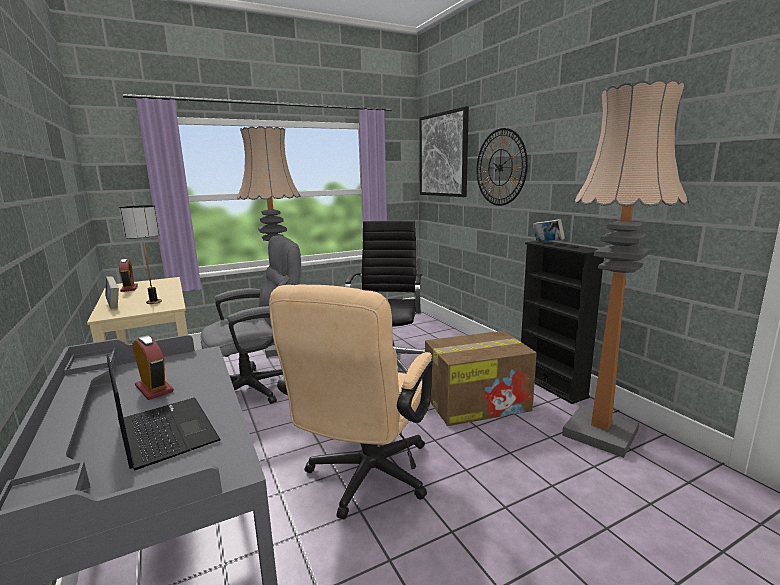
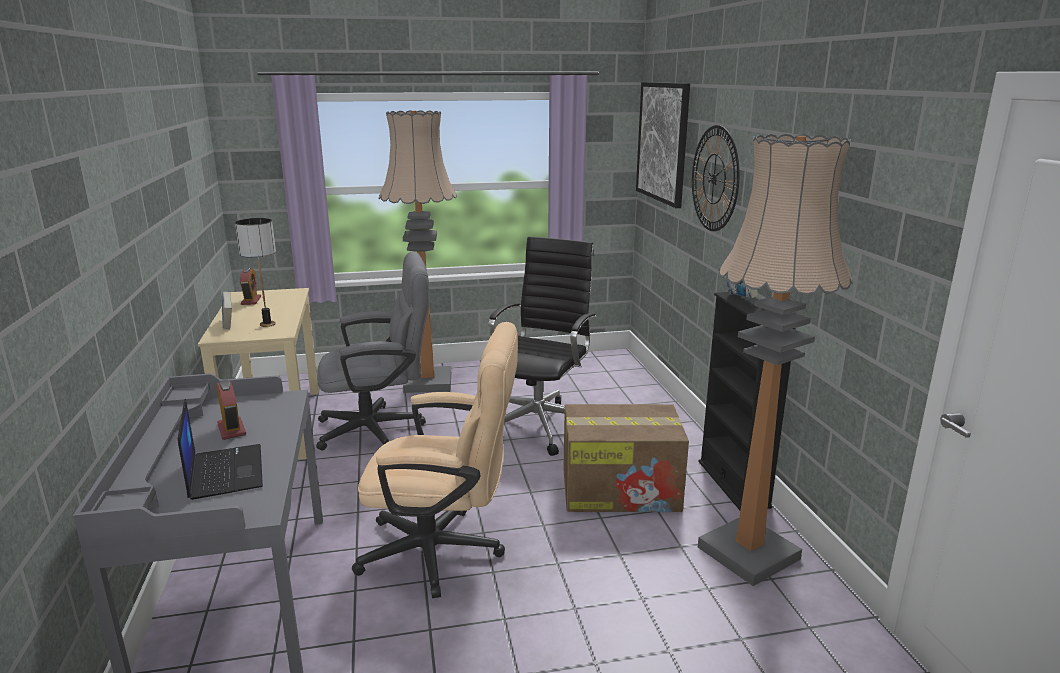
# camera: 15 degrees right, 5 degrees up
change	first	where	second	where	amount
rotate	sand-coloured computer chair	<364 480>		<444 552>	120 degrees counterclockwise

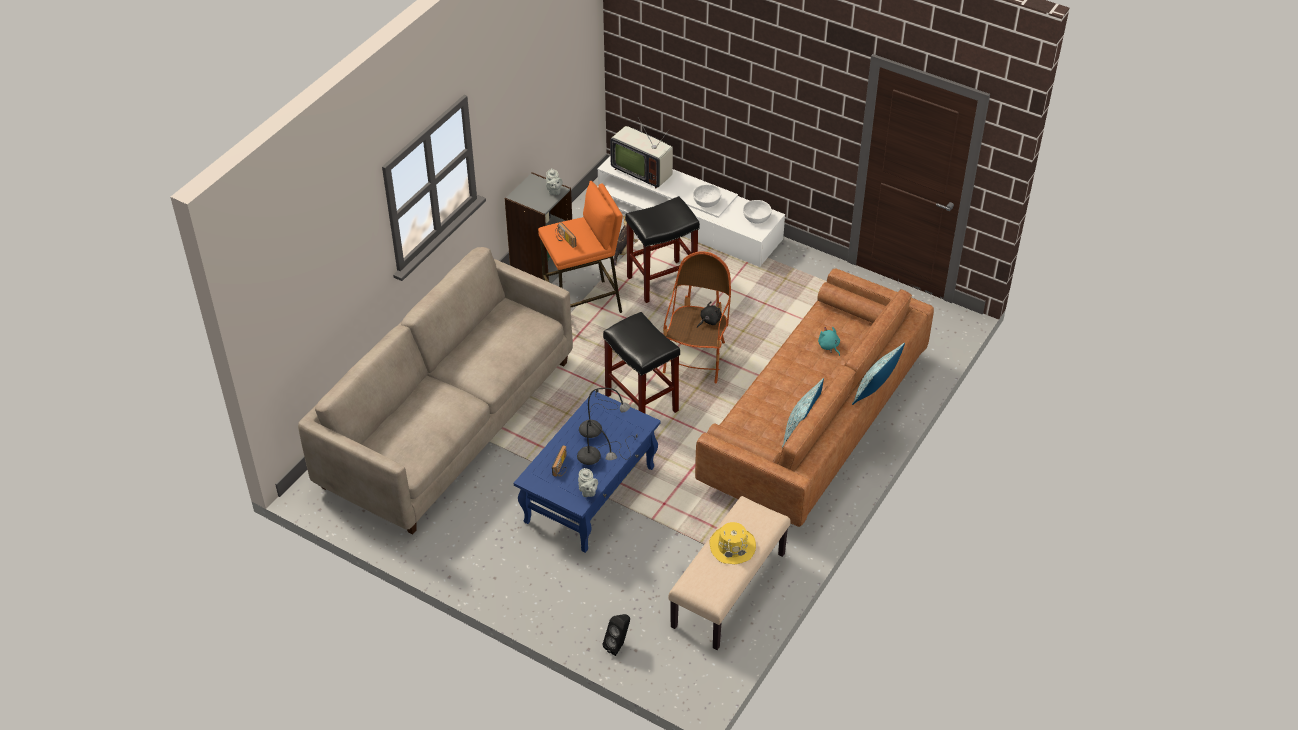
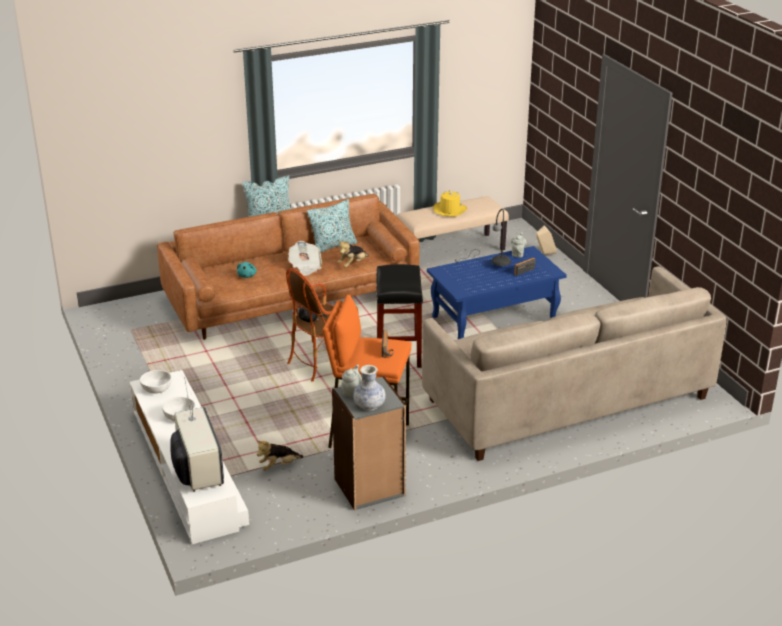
# camera: 145 degrees left, 15 degrees down
change	first	where	second	where	amount
insert			daily paper	<305 267>	
insert			cuddly toy	<352 264>	
insert			decorative vase	<369 405>	
recolor	black-coloured speaker	<618 645>	sand-coloured speaker	<544 254>	
delete	gray tabletop lamp	<599 426>			
delete	black-coloured stool	<662 281>			

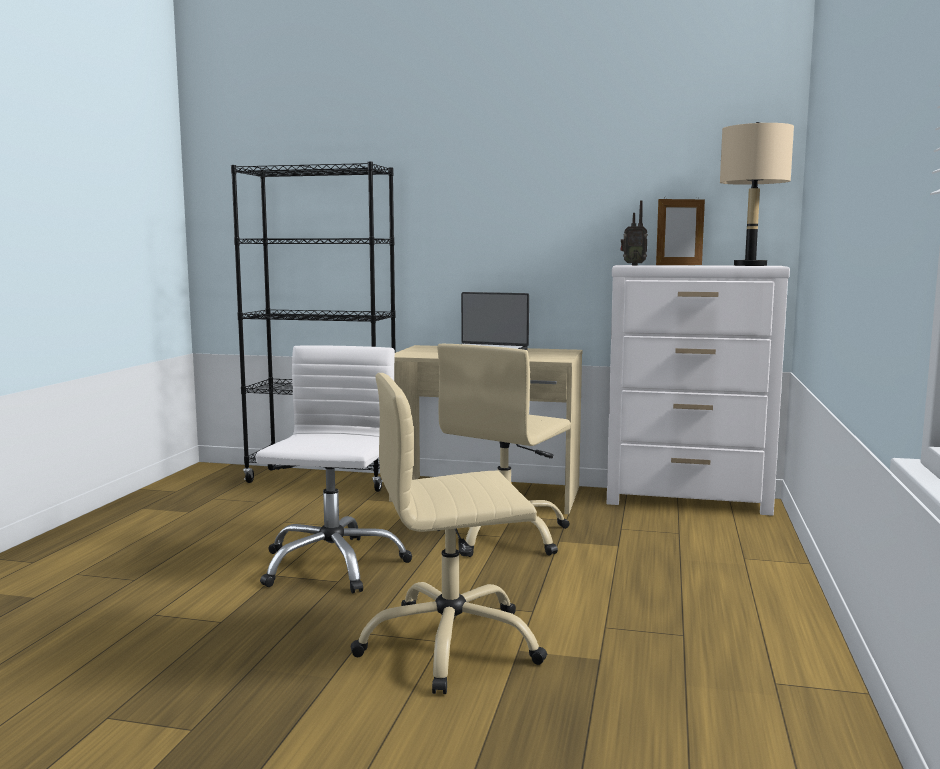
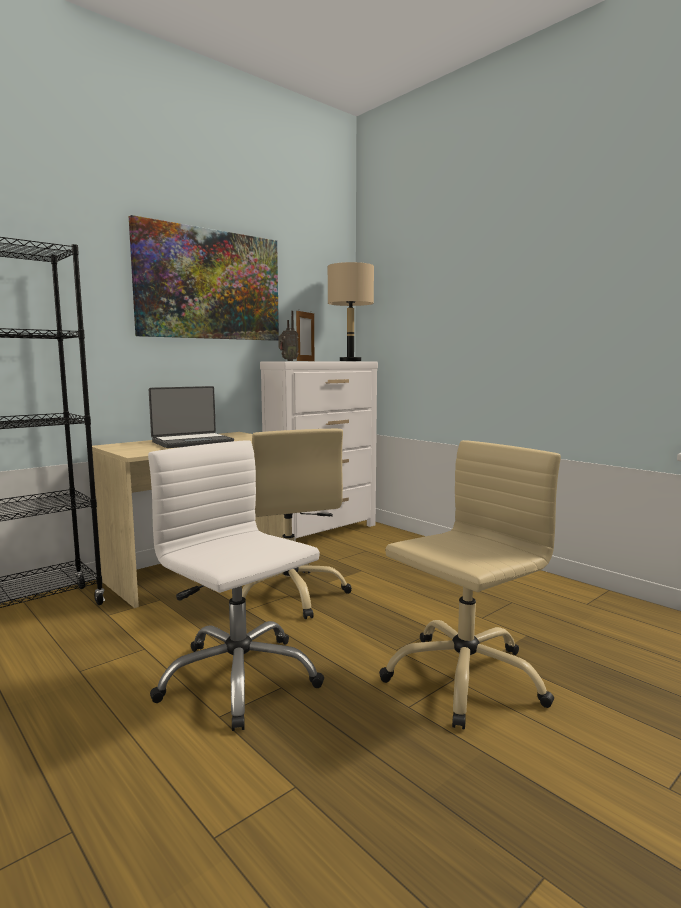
# camera: 55 degrees left, 0 degrees up
change	first	where	second	where	amount
insert			picture	<209 285>	
rotate	sand-coloured computer chair	<450 645>		<464 677>	150 degrees counterclockwise

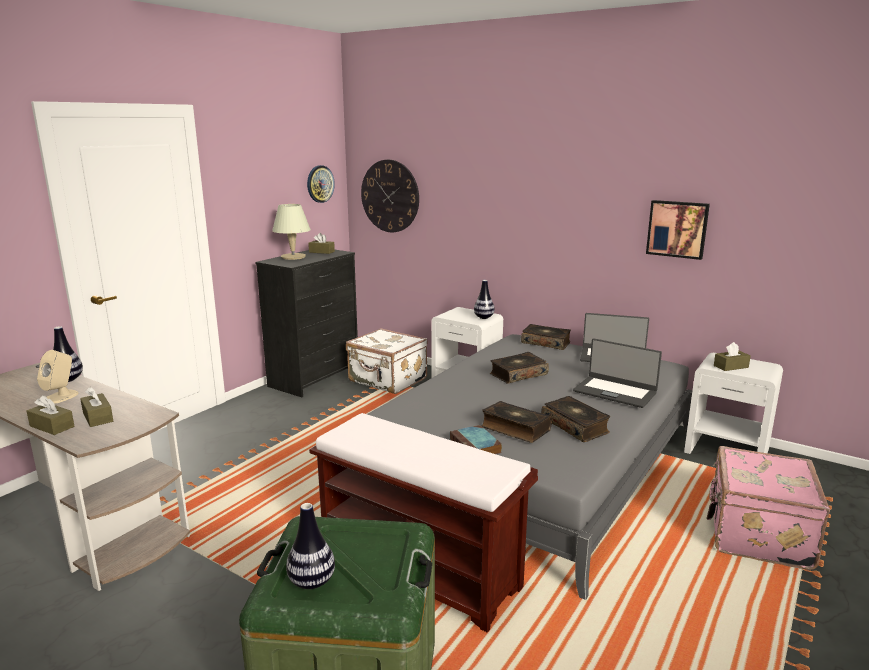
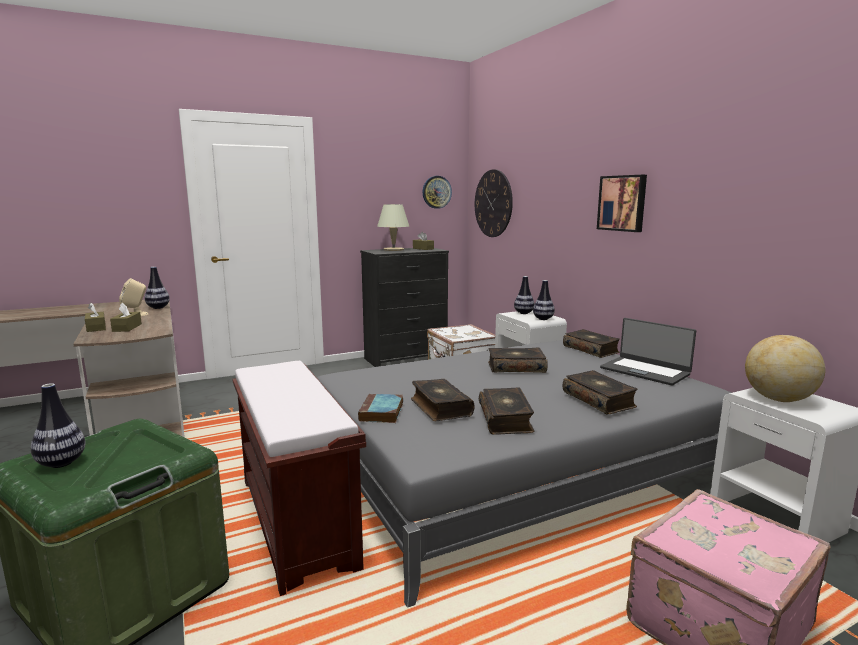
# camera: 30 degrees right, 5 degrees down
change	first	where	second	where	amount
insert			decorative vase	<523 313>	
replace	portable computer	<615 392>	book	<599 400>	
move	picture	<677 229>		<622 203>	
replace	brown-coloured box of tissues	<731 366>	world globe	<778 399>	

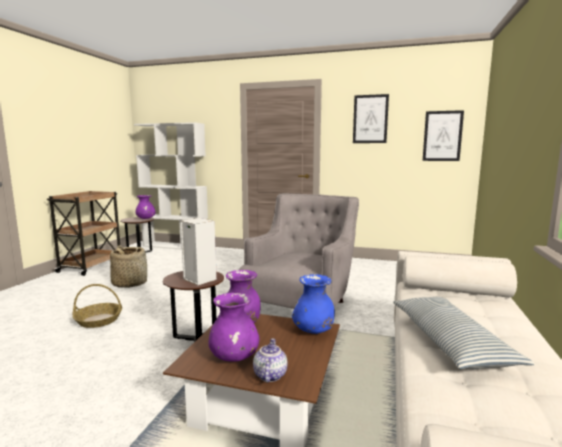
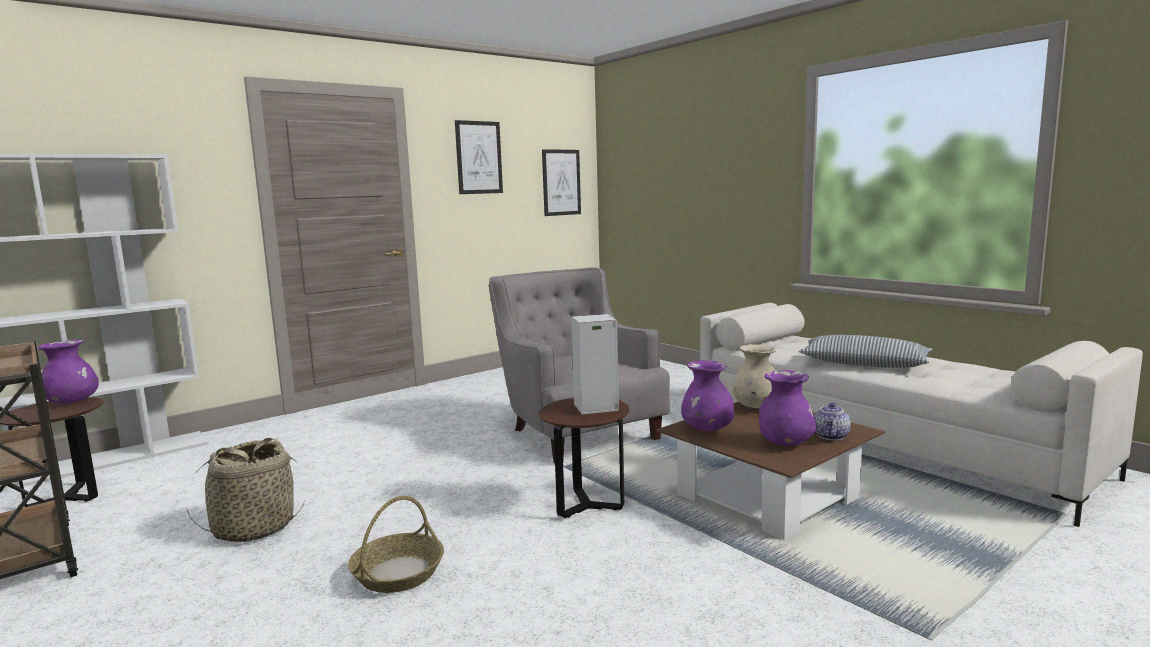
# camera: 55 degrees left, 0 degrees up
change	first	where	second	where	amount
recolor	blue decorative vase	<313 330>	sand-coloured decorative vase	<757 407>	
rotate	teapot	<269 375>		<832 436>	105 degrees counterclockwise

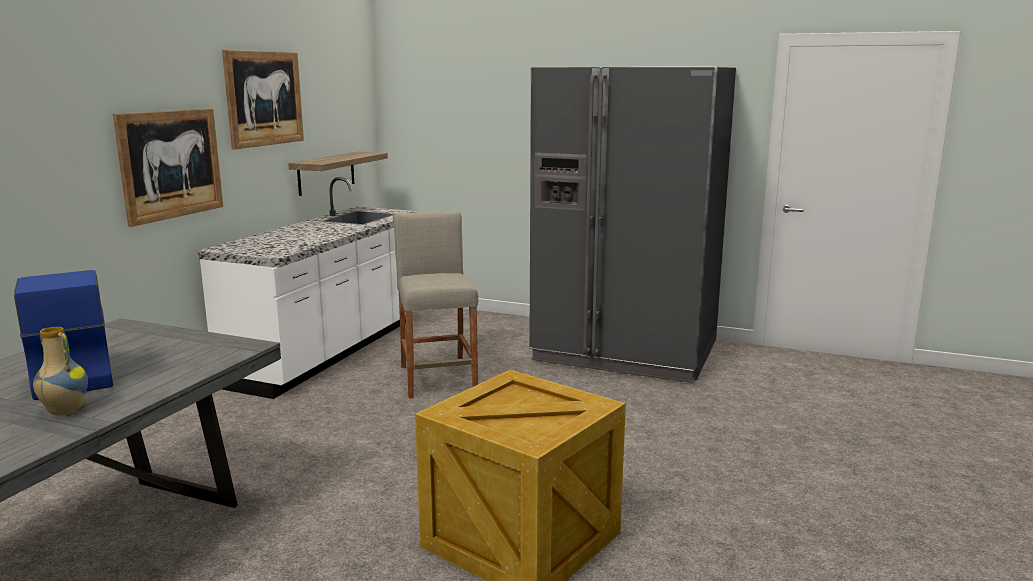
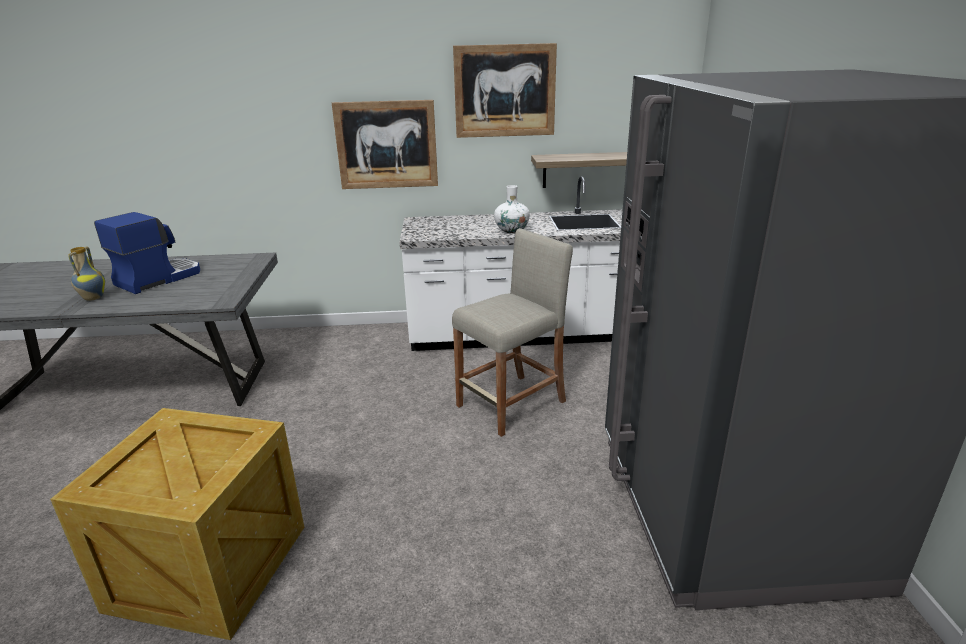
# camera: 65 degrees right, 10 degrees up
change	first	where	second	where	amount
insert			whitish decorative vase	<512 230>	

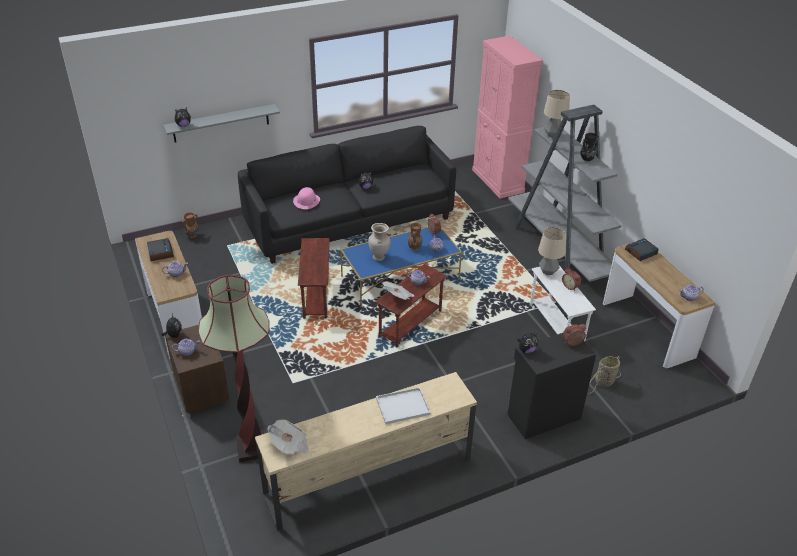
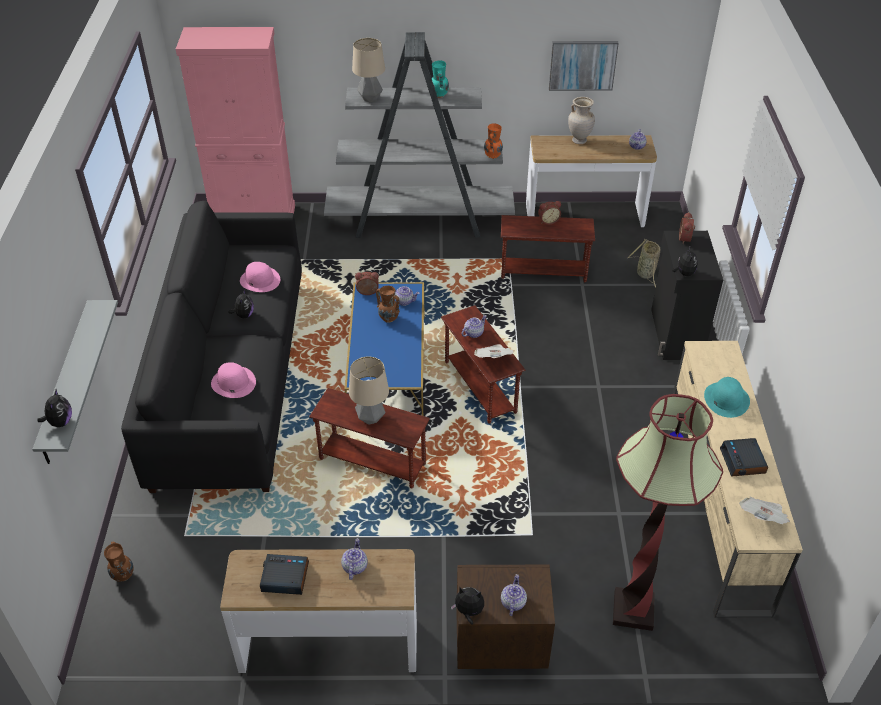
# camera: 65 degrees left, 5 degrees up
change	first	where	second	where	amount
insert			pink-coloured clothing hat	<260 280>	
move	tabletop lamp	<547 272>		<370 418>	
recolor	black-coloured decorative vase	<586 159>	turquoise-coloured decorative vase	<439 95>	
insert			orangey decorative vase	<493 156>	
recolor	whitish accent table	<556 324>	brown-coloured accent table	<543 271>	
insert			picture	<582 65>	
move	sand-coloured decorative vase	<379 257>		<579 140>	
replace	whitish tray	<403 405>	turquoise-coloured clothing hat	<726 399>	
move	alarm clock	<640 252>		<743 461>	

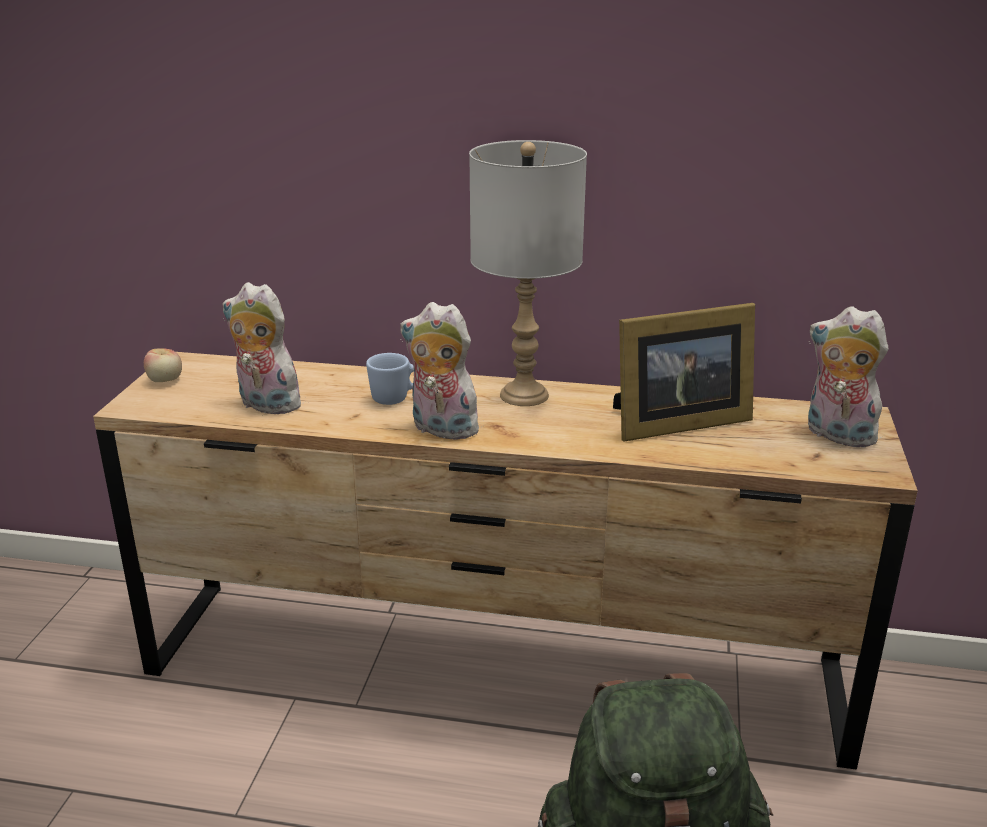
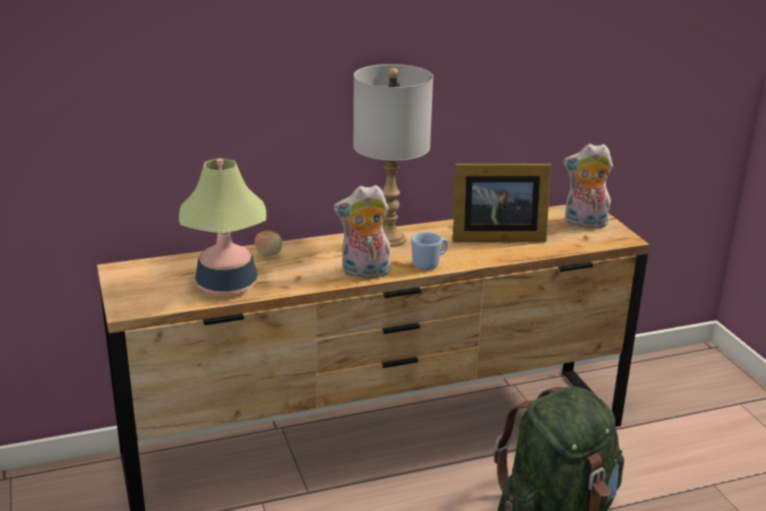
# camera: 30 degrees left, 0 degrees up
change	first	where	second	where	amount
replace	cuddly toy	<265 405>	tabletop lamp	<227 285>	
move	apple	<165 380>		<269 254>	
move	blue coffee mug	<397 399>		<429 264>	
rotate	picture frame	<674 423>		<494 236>	45 degrees clockwise

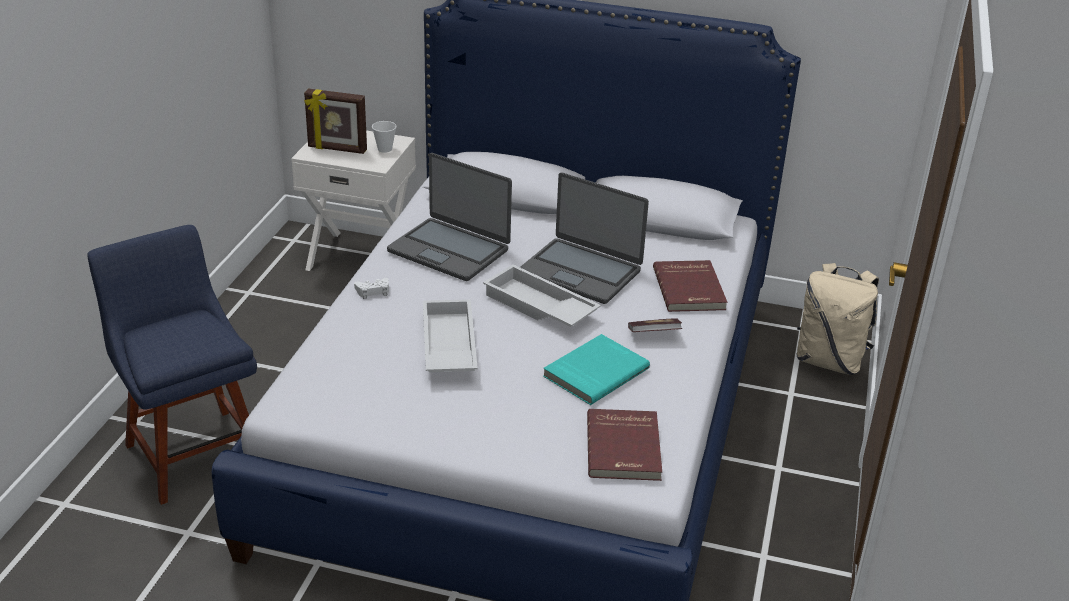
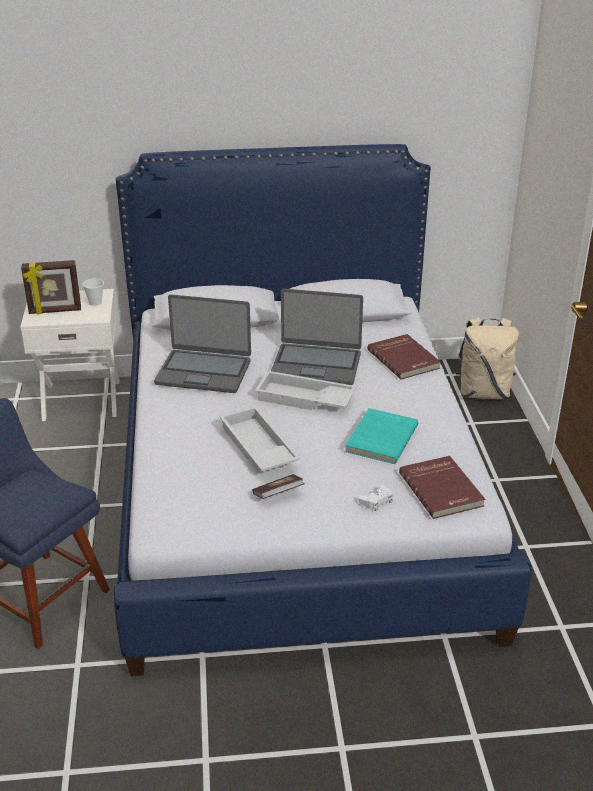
# camera: 20 degrees left, 0 degrees up
change	first	where	second	where	amount
move	book	<654 335>		<278 494>	
move	whitish gamepad	<373 291>		<376 501>	

